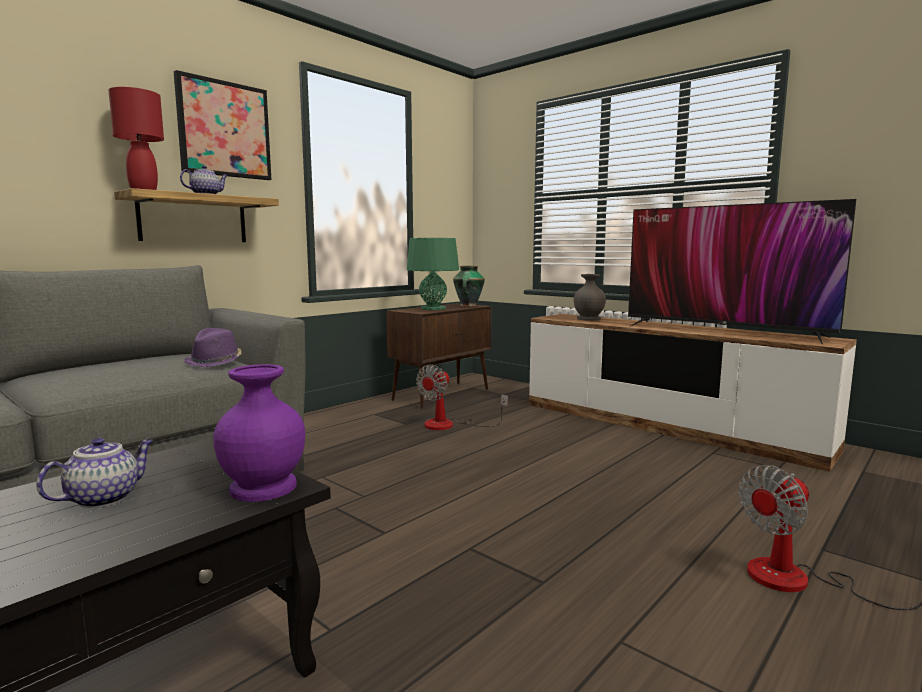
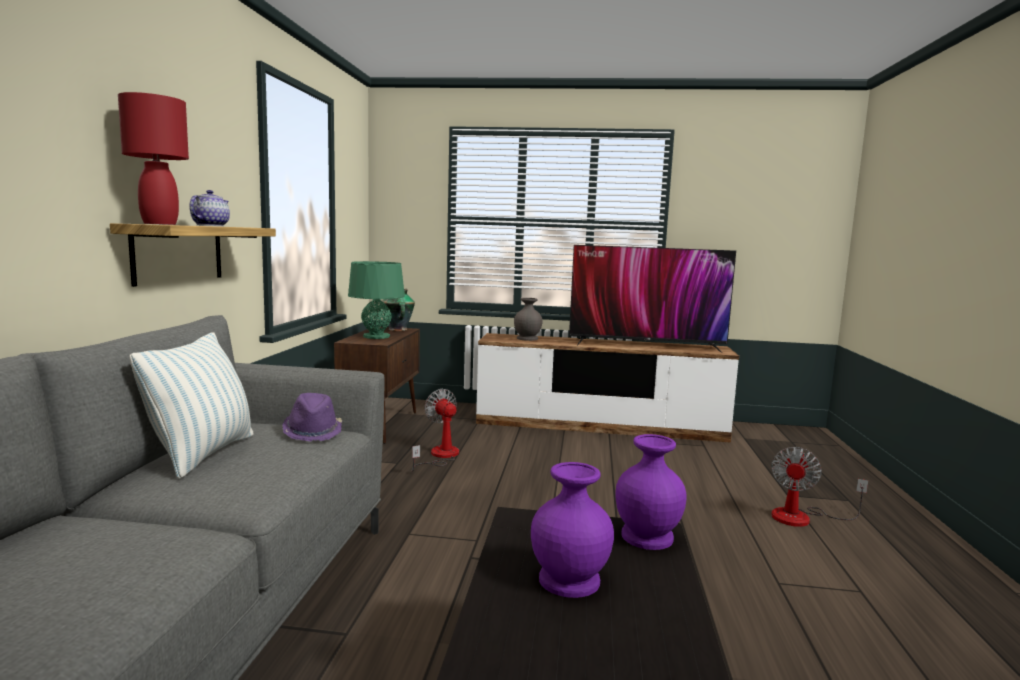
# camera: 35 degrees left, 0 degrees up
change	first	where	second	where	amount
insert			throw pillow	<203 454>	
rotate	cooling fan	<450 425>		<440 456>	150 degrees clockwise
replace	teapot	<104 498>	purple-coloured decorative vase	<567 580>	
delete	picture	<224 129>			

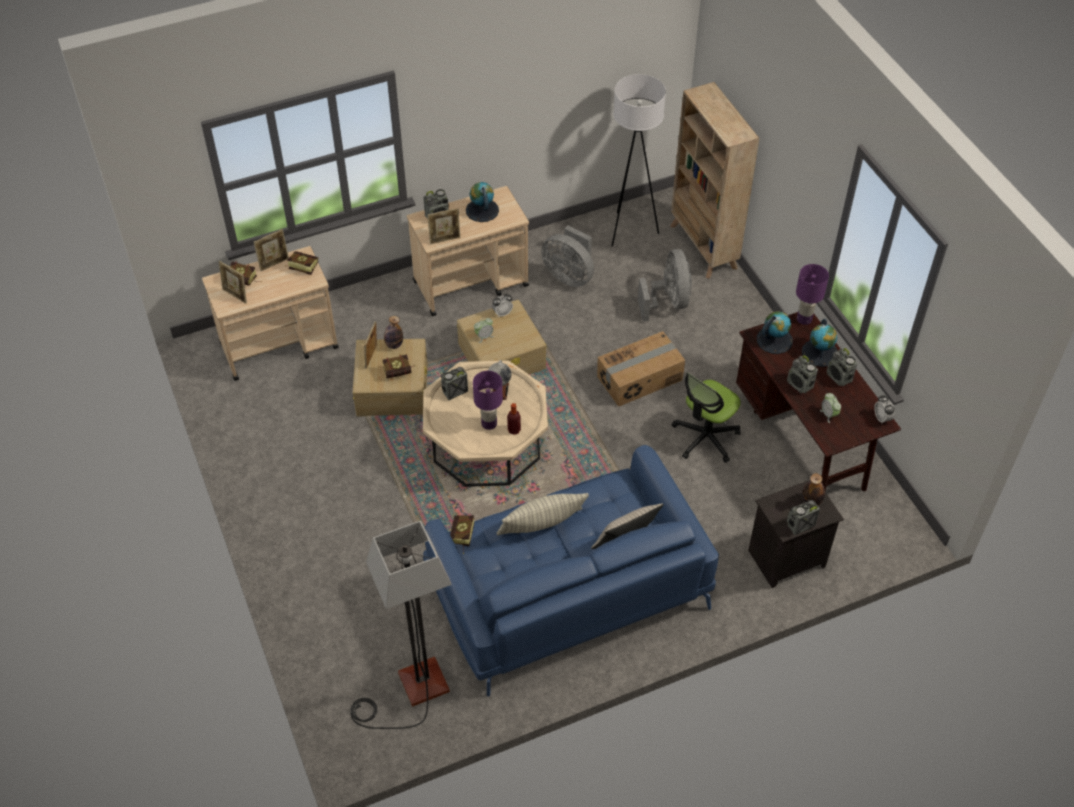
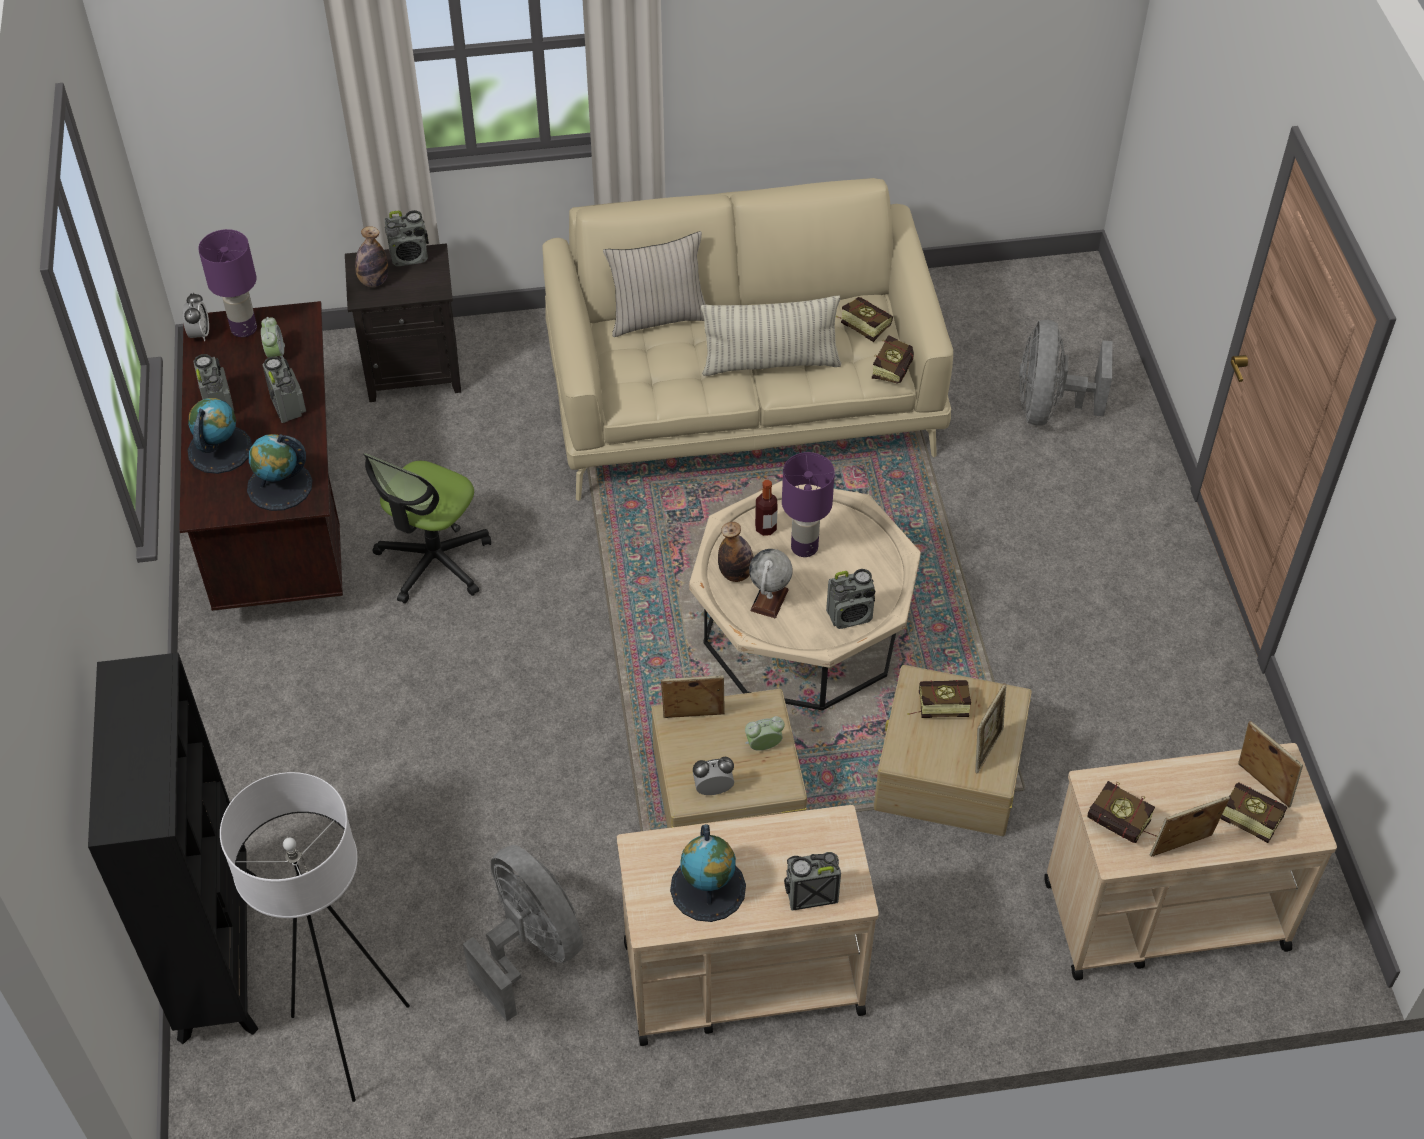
# camera: 165 degrees left, 0 degrees up
change	first	where	second	where	amount
recolor	sand-coloured bookcase	<703 247>	black-coloured bookcase	<219 954>	
move	purple-coloured tabletop lamp	<804 319>		<244 328>	
rotate	computer chair	<705 438>		<434 561>	150 degrees clockwise
recolor	blue settee	<567 590>	sand-coloured settee	<743 394>	
move	picture frame	<445 239>		<693 718>	
move	bottle	<394 345>		<736 574>	
insert			book	<861 325>	
move	gray cooling fan	<668 302>		<1049 407>	
delete	standard lamp	<411 691>			
delete	carton	<640 378>			

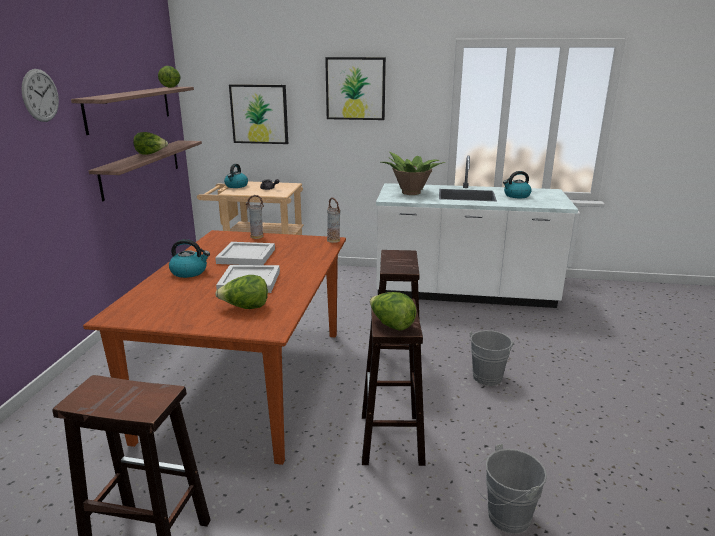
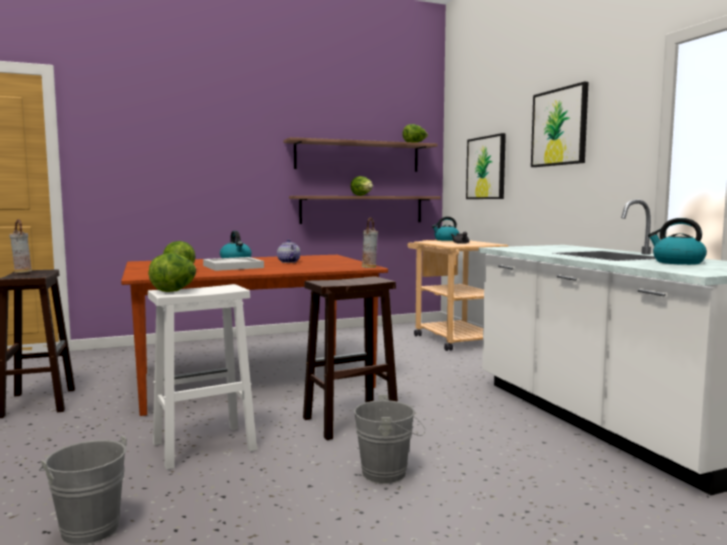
# camera: 60 degrees right, 15 degrees down
change	first	where	second	where	amount
move	decorative vase	<257 237>		<22 272>	
recolor	brown-coloured stool	<392 439>	whitish stool	<202 447>	
replace	whitish tray	<247 256>	teapot	<288 262>	
delete	clock on the wall	<40 95>			
delete	potted plant	<411 192>			

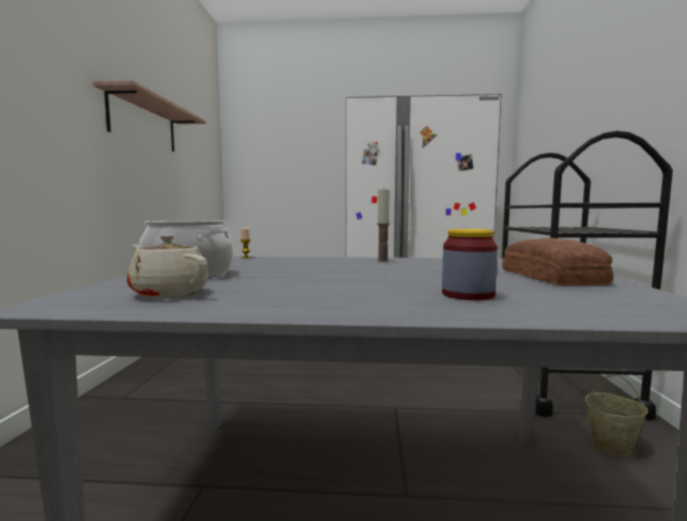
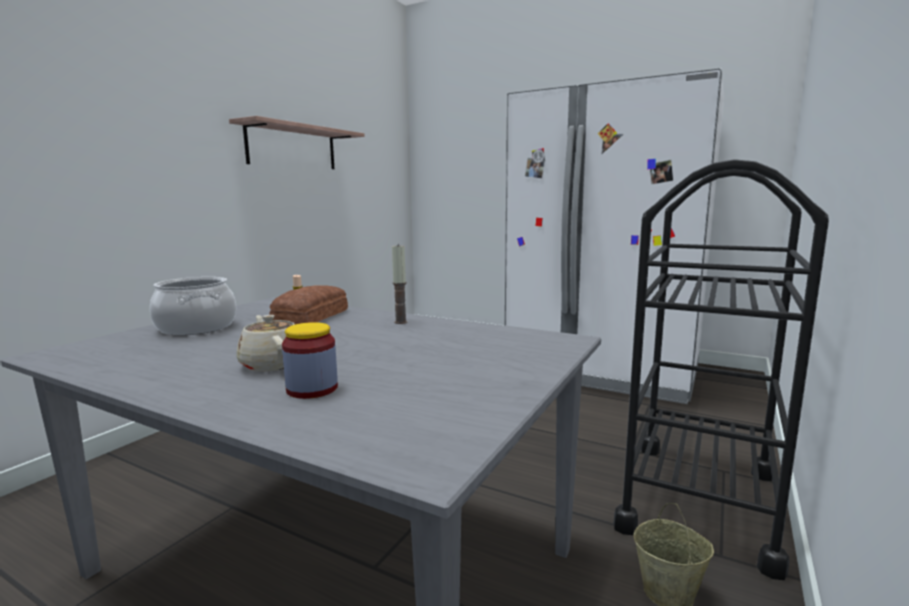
# camera: 25 degrees right, 5 degrees up
change	first	where	second	where	amount
move	sand-coloured teapot	<169 293>		<272 364>	
move	baked bread	<552 276>		<313 316>	

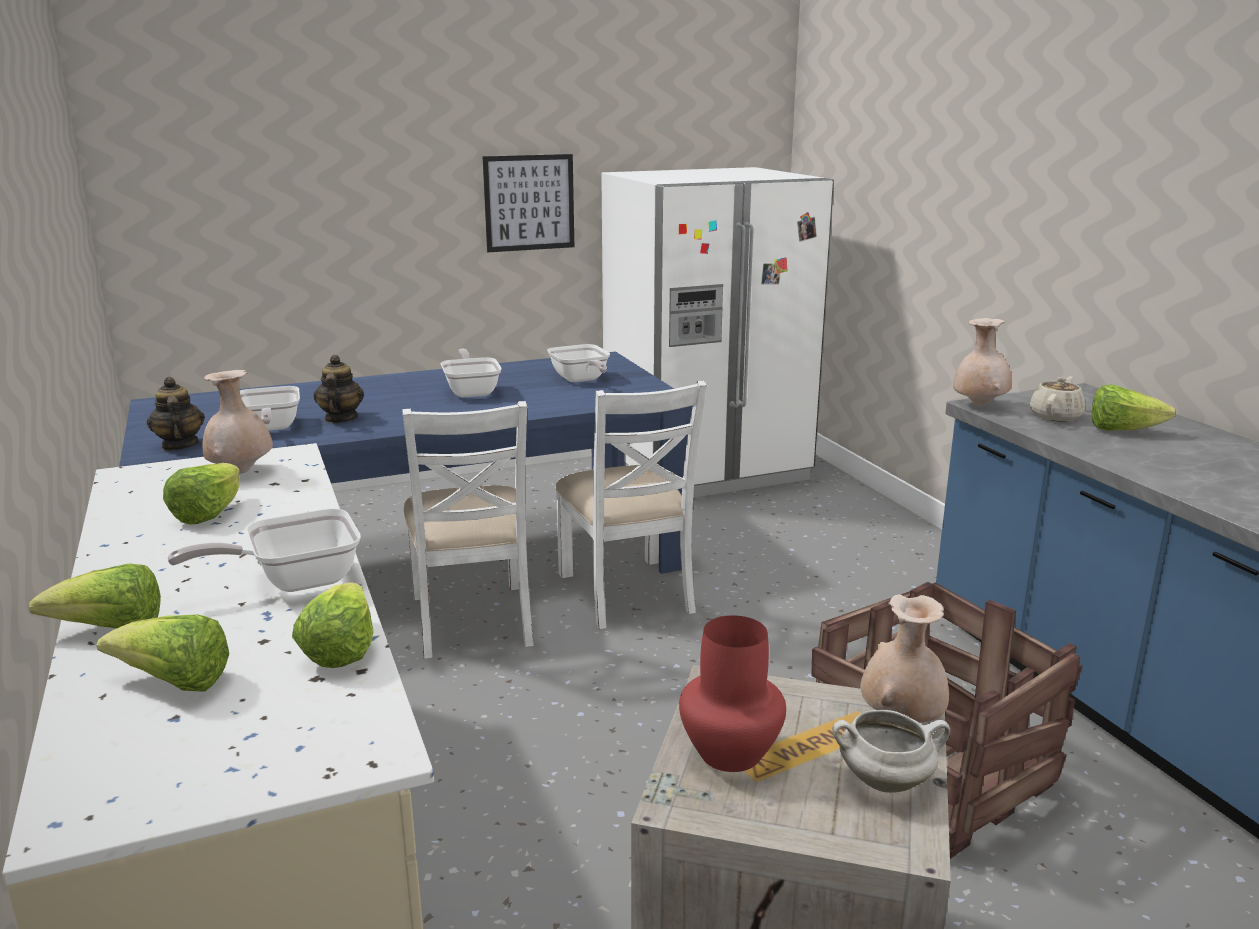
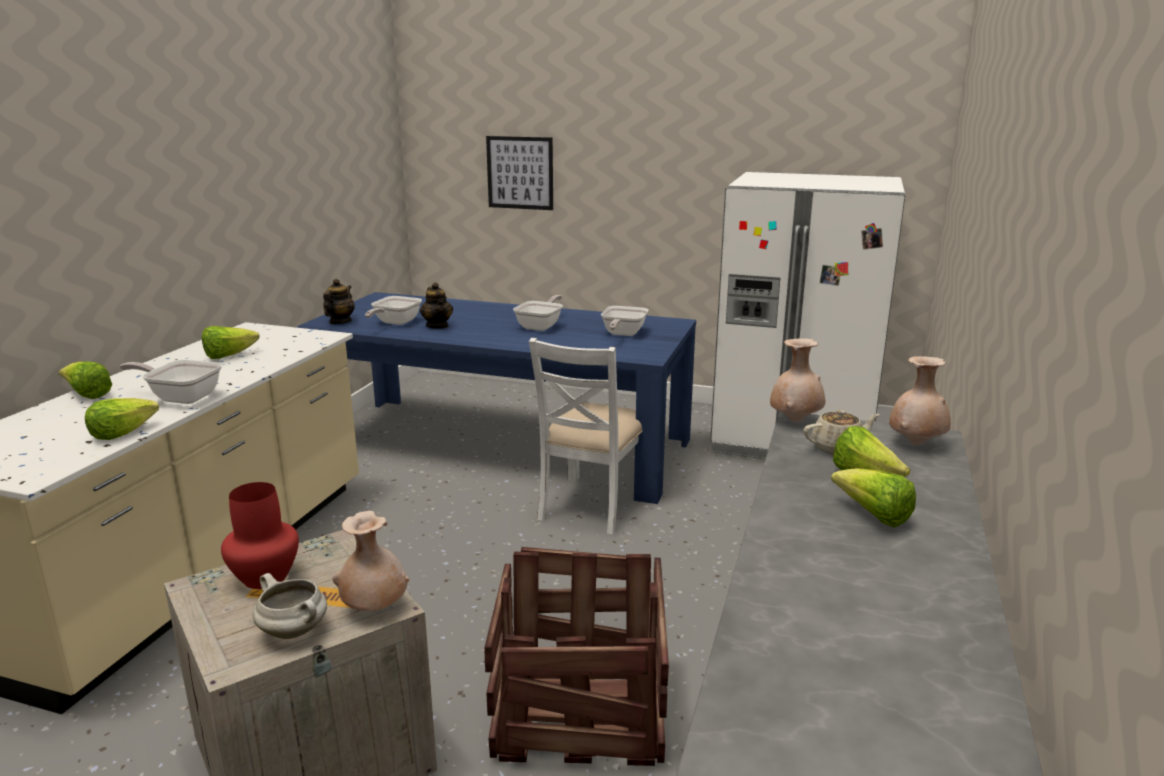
# camera: 40 degrees right, 0 degrees up
change	first	where	second	where	amount
rotate	teapot	<340 419>		<437 326>	120 degrees clockwise
move	picture	<529 203>		<520 173>	
move	head of lettuce	<175 683>		<873 516>	
move	sand-coloured decorative vase	<241 472>		<916 443>	
delete	whitish plain chair	<473 619>			

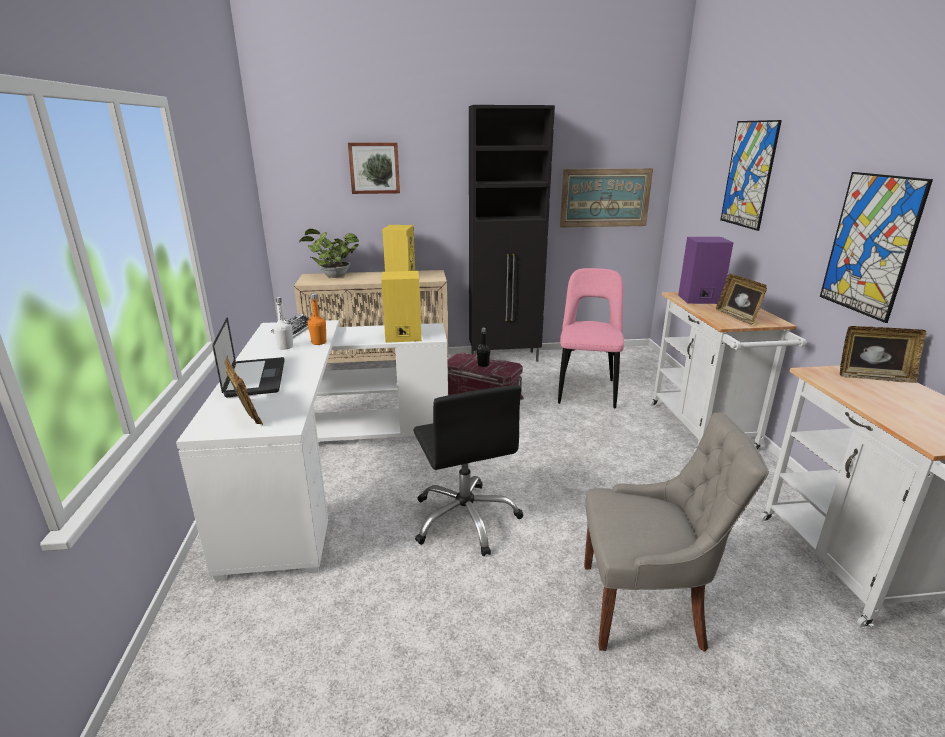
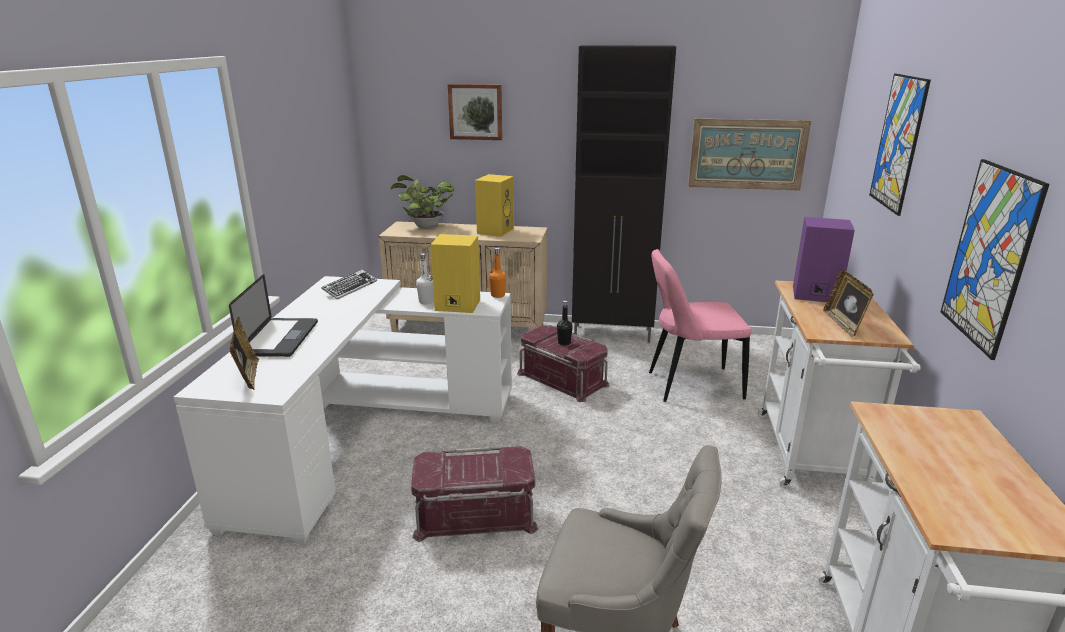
# camera: 15 degrees right, 0 degrees up
change	first	where	second	where	amount
replace	black-coloured computer chair	<465 519>	red-coloured storage bin	<475 515>	
move	whitish bottle	<285 347>		<426 302>	
move	orangey bottle	<319 342>		<498 295>	
rotate	pink-coloured plain chair	<587 390>		<690 385>	120 degrees counterclockwise
delete	picture frame	<873 377>			

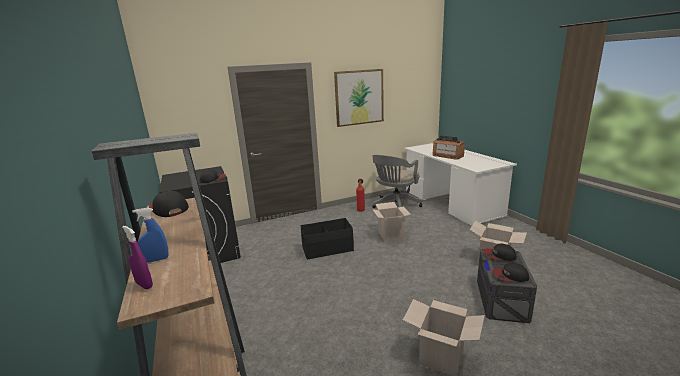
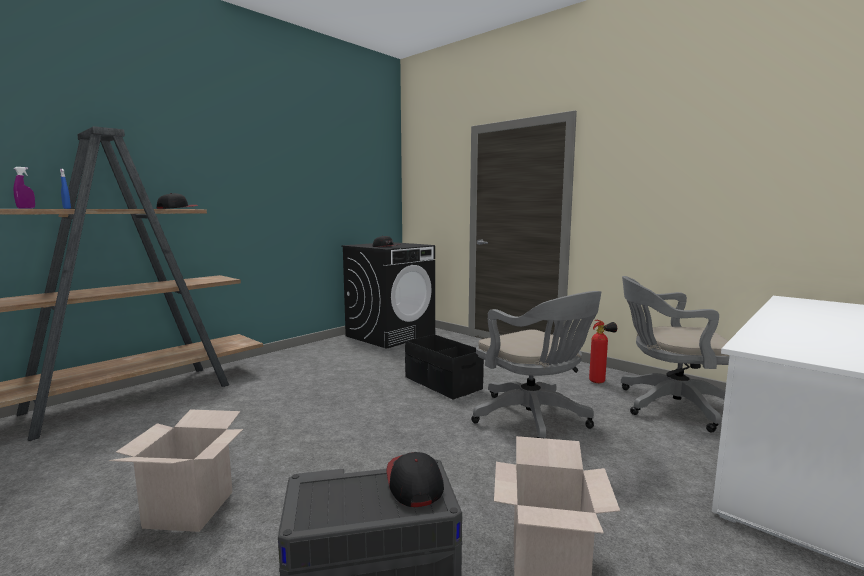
# camera: 65 degrees right, 10 degrees down
change	first	where	second	where	amount
replace	carton	<391 235>	gray computer chair	<534 420>	
delete	picture	<359 97>			
delete	radio	<447 156>			
delete	cap	<510 276>			

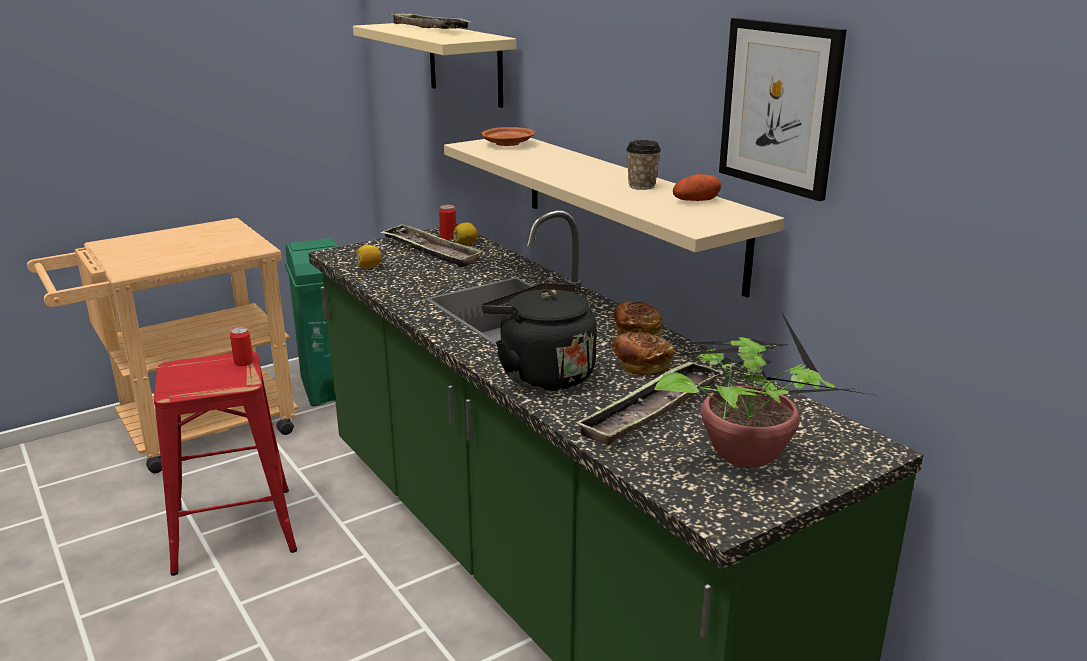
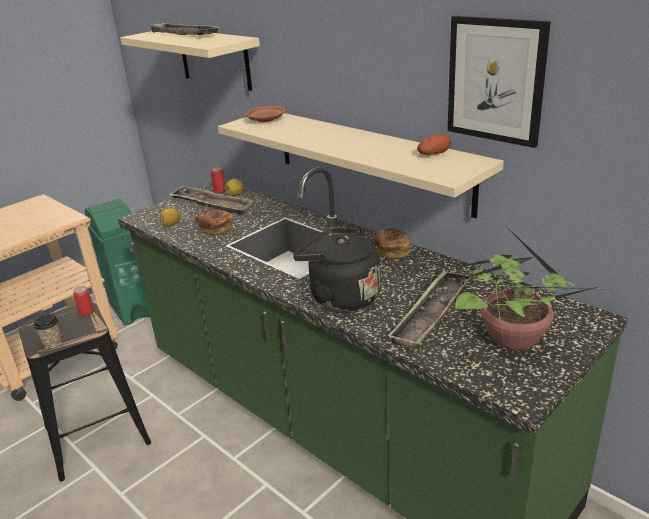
# camera: 10 degrees left, 5 degrees up
change	first	where	second	where	amount
recolor	red-coloured stool	<233 528>	black-coloured stool	<96 433>	
move	cup	<641 186>		<53 343>	
move	baked bread	<640 366>		<215 229>	

